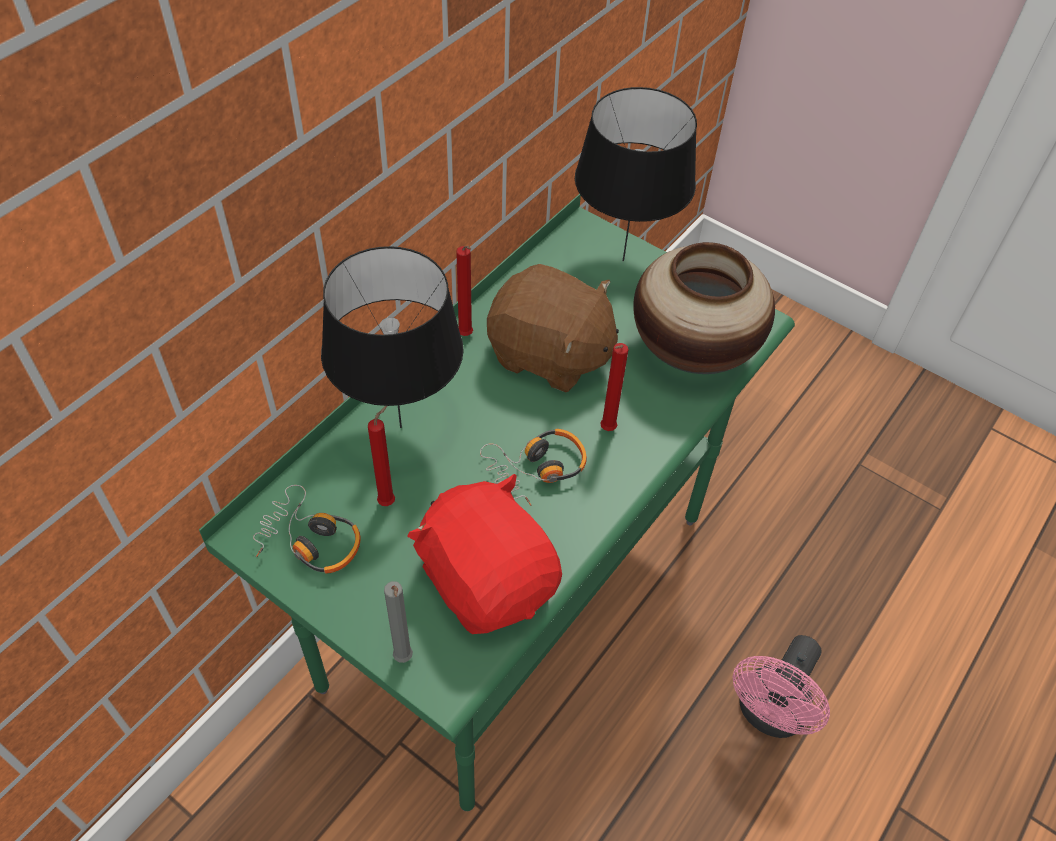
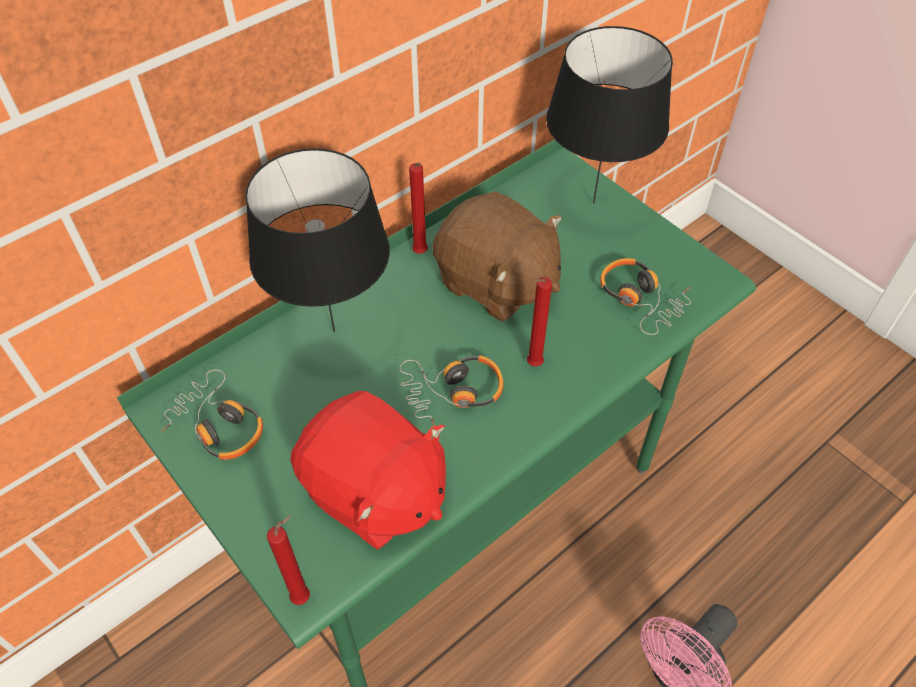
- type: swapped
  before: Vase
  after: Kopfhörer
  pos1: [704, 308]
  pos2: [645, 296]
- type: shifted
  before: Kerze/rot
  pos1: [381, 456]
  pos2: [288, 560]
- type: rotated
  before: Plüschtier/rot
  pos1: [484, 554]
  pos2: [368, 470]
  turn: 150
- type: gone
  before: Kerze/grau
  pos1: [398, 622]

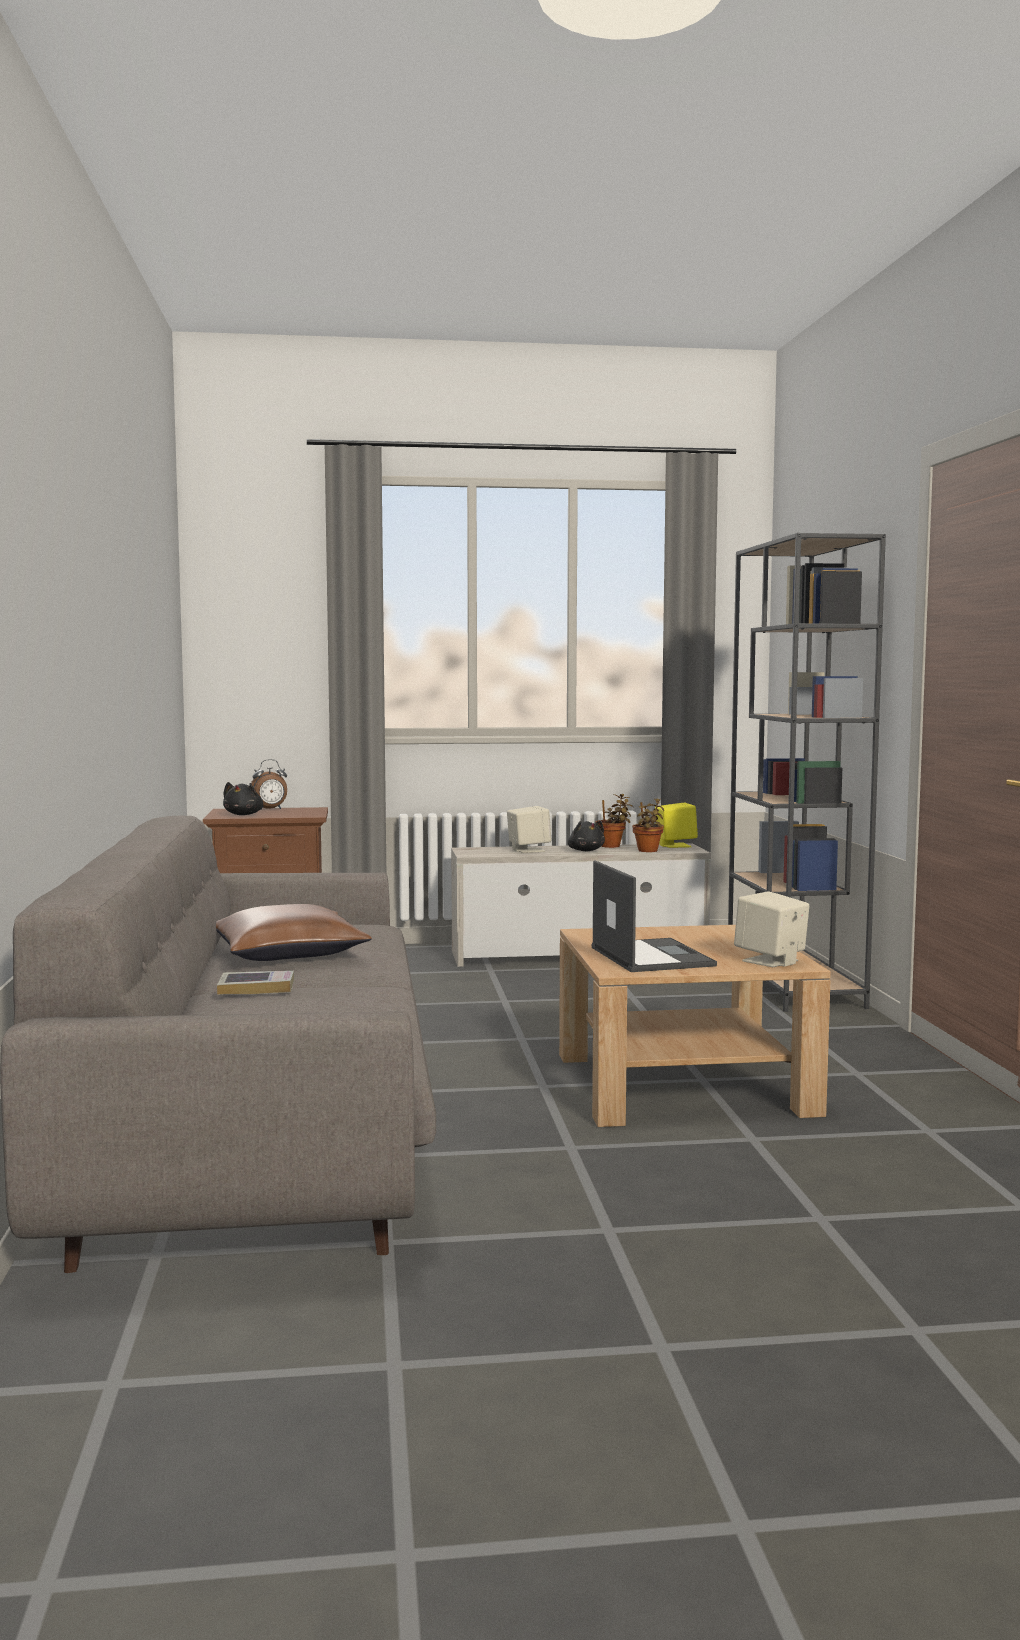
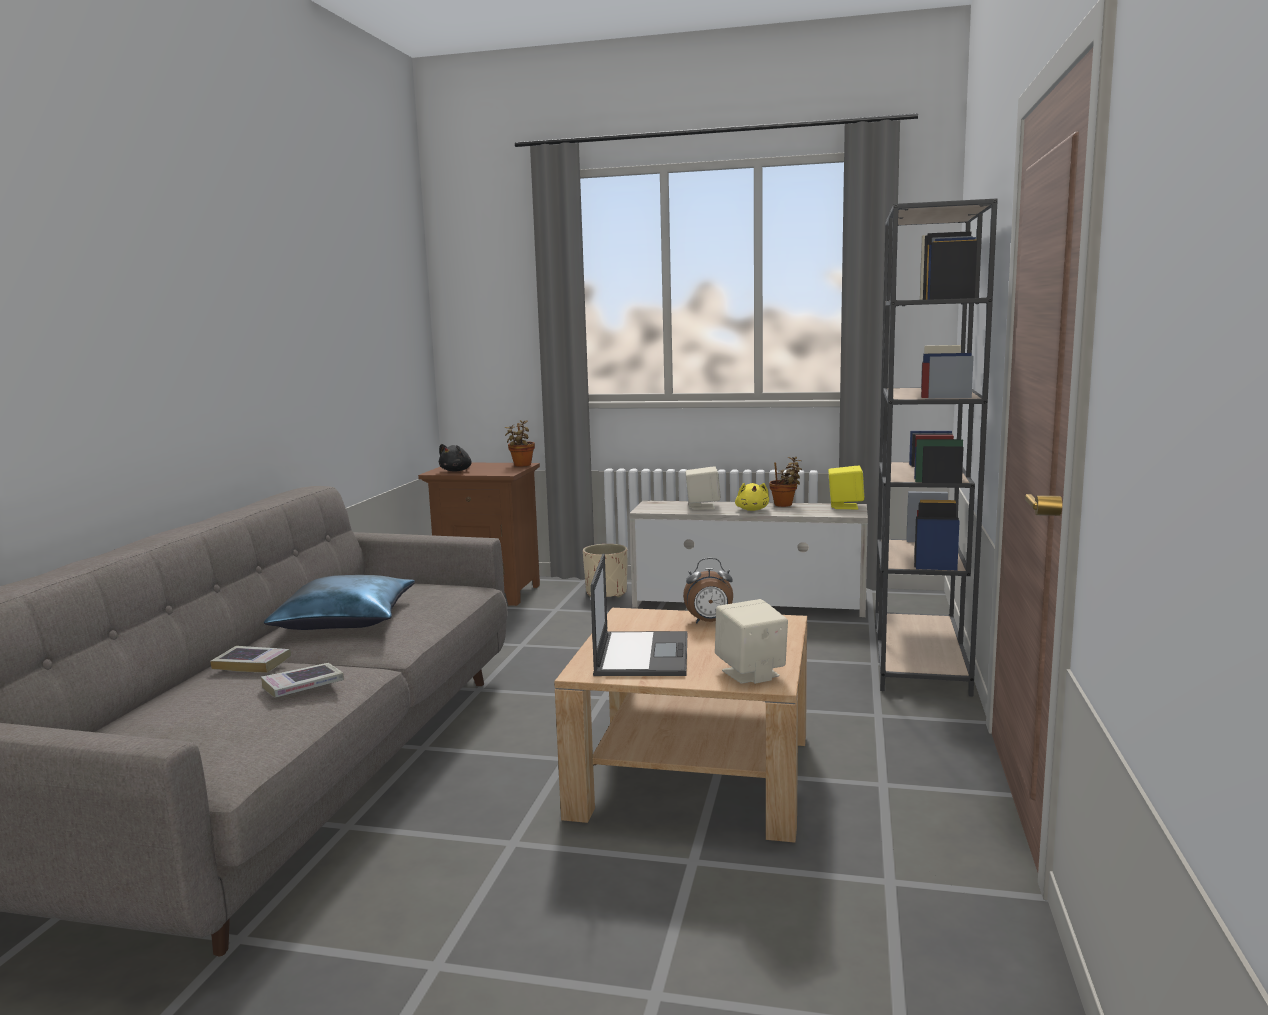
- type: shifted
  before: Wecker
  pos1: [269, 784]
  pos2: [708, 591]
- type: shifted
  before: Topfpflanze
  pos1: [648, 825]
  pos2: [520, 443]
- type: repainted
  before: Plüschtier/schwarz
  after: Plüschtier/gelb
  pos1: [586, 835]
  pos2: [752, 497]
- type: repainted
  before: Kissen/braun
  after: Kissen/blau
  pos1: [294, 932]
  pos2: [339, 602]
- type: new
  after: Pflanzkübel/beige
  pos2: [605, 571]
- type: new
  after: Buch
  pos2: [302, 680]

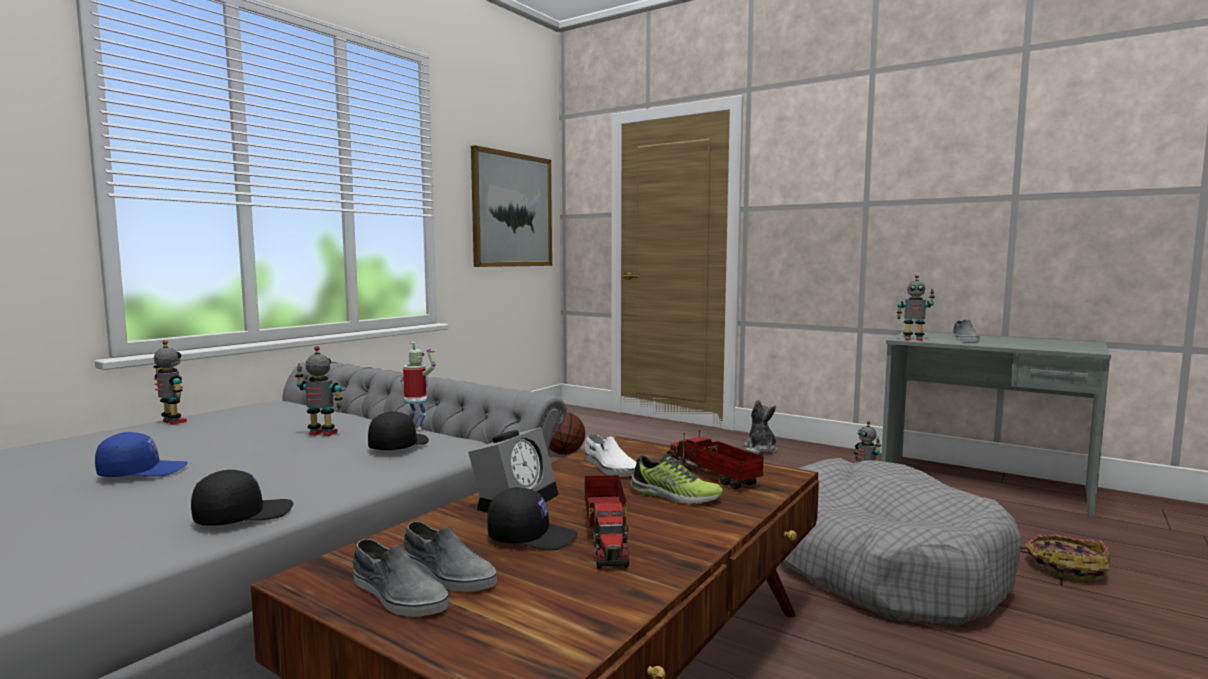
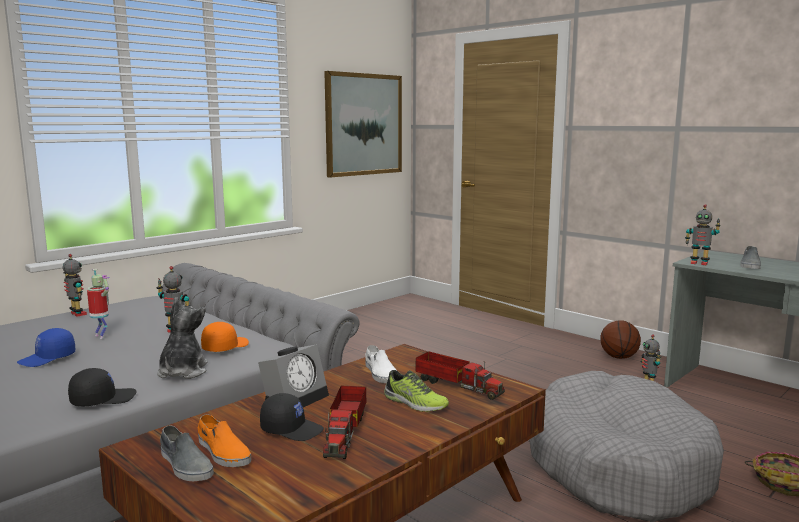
- type: shifted
  before: Spielzeugroboter
  pos1: [418, 386]
  pos2: [98, 304]
- type: shifted
  before: Plüschtier
  pos1: [761, 426]
  pos2: [182, 338]
- type: repainted
  before: Kappe/schwarz
  after: Kappe/orange
  pos1: [398, 430]
  pos2: [225, 337]
- type: shifted
  before: Basketball
  pos1: [567, 433]
  pos2: [620, 339]
- type: rotated
  before: Spielzeuglaster
  pos1: [715, 459]
  pos2: [460, 375]
  turn: 150
- type: rotated
  before: Kappe/blau
  pos1: [141, 454]
  pos2: [46, 347]
  turn: 150
- type: repainted
  before: Schuh/grau
  after: Schuh/orange
  pos1: [450, 556]
  pos2: [224, 440]

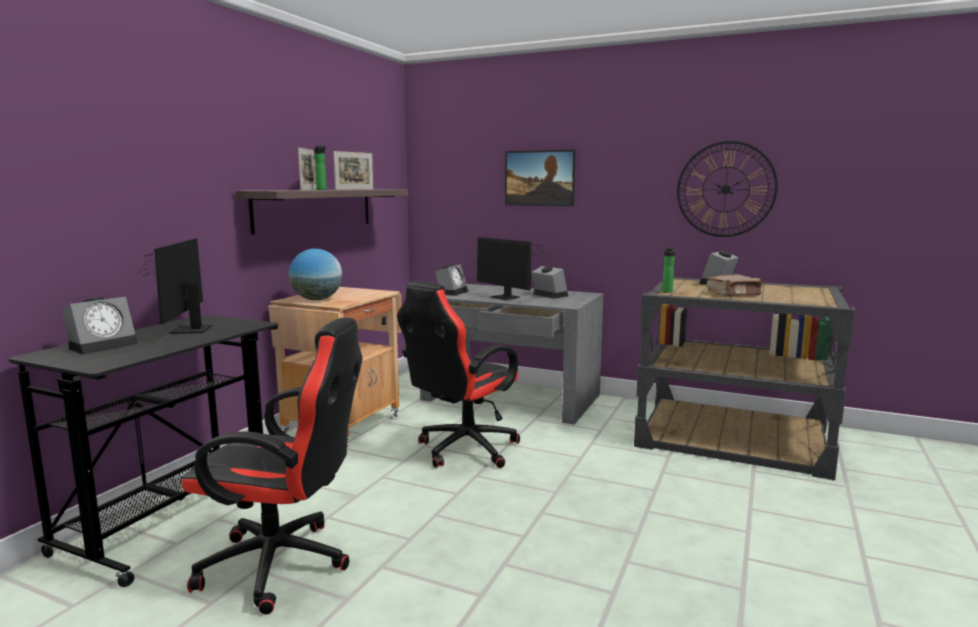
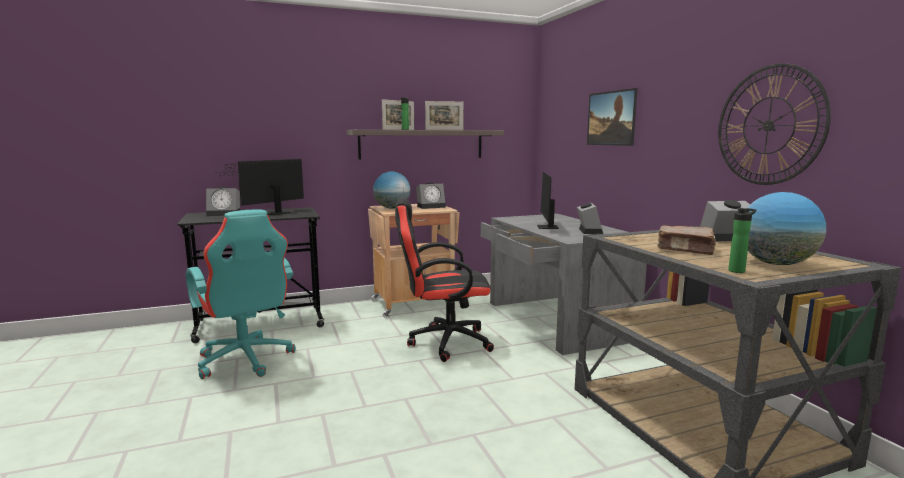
- type: shifted
  before: Flasche
  pos1: [668, 270]
  pos2: [742, 240]
- type: shifted
  before: Wecker
  pos1: [451, 280]
  pos2: [431, 196]
- type: repainted
  before: Bürostuhl/schwarz
  after: Bürostuhl/türkis
  pos1: [272, 466]
  pos2: [241, 294]
- type: new
  after: Globus
  pos2: [786, 228]

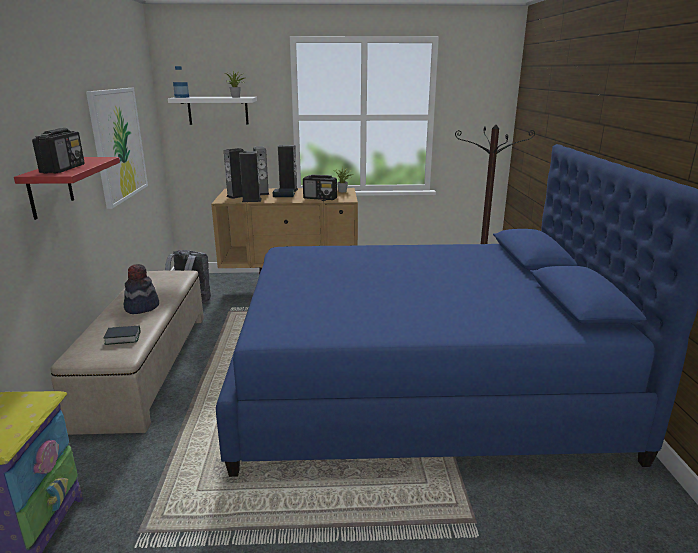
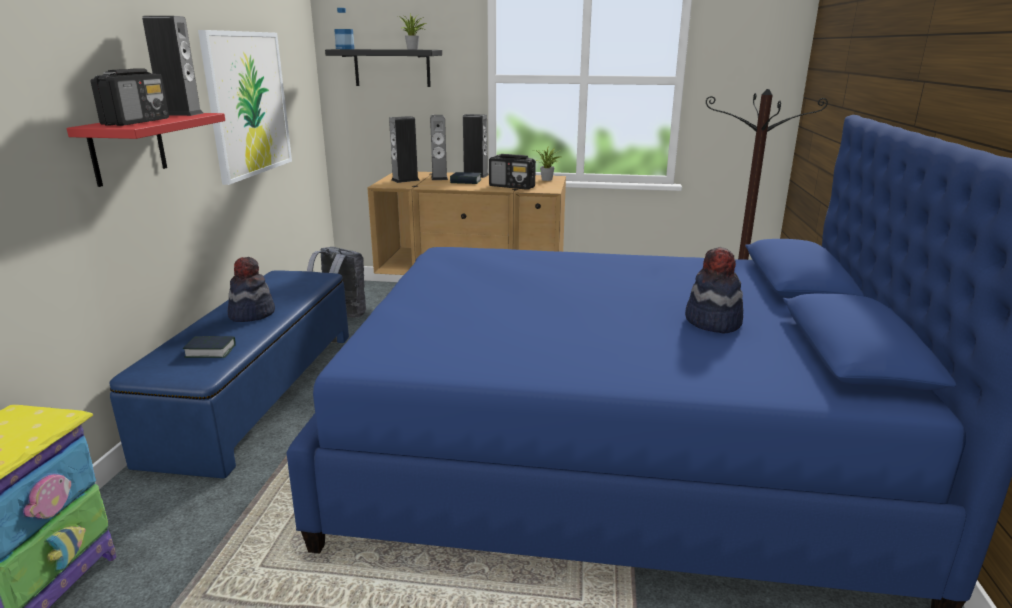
- type: repainted
  before: Wandregal/weiß
  after: Wandregal/schwarz
  pos1: [212, 111]
  pos2: [383, 68]
- type: shifted
  before: Lautsprecher
  pos1: [250, 176]
  pos2: [172, 66]
- type: repainted
  before: Bank/beige
  after: Bank/blau
  pos1: [127, 352]
  pos2: [229, 374]
- type: new
  after: Hut
  pos2: [714, 290]

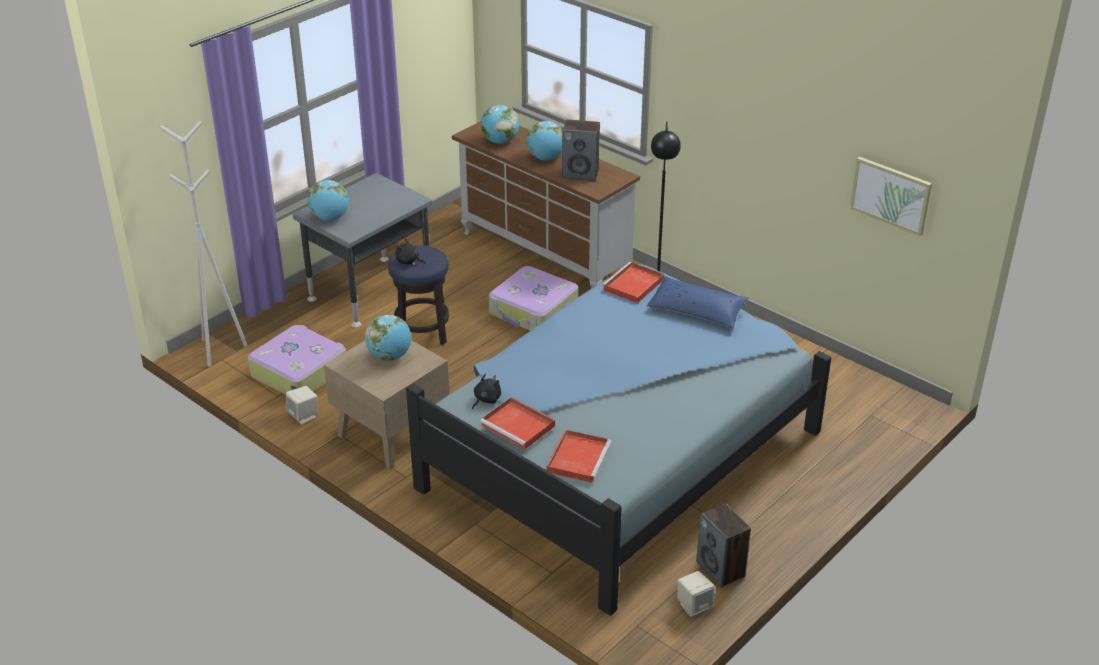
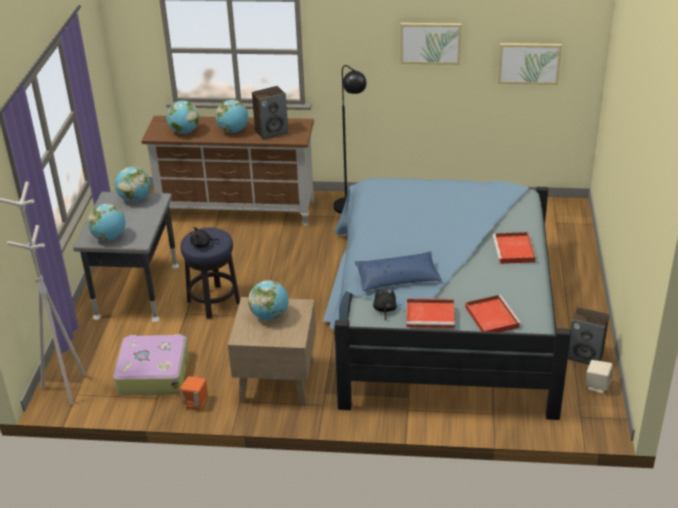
- type: shifted
  before: Tablett/rot
  pos1: [633, 282]
  pos2: [514, 248]
- type: gone
  before: Koffer
  pos1: [533, 298]
- type: shifted
  before: Kissen/blau
  pos1: [698, 302]
  pos2: [397, 271]
- type: repainted
  before: Lautsprecher/beige
  after: Lautsprecher/orange
  pos1: [302, 405]
  pos2: [194, 392]
- type: new
  after: Bild
  pos2: [431, 44]
- type: new
  after: Globus
  pos2: [133, 184]

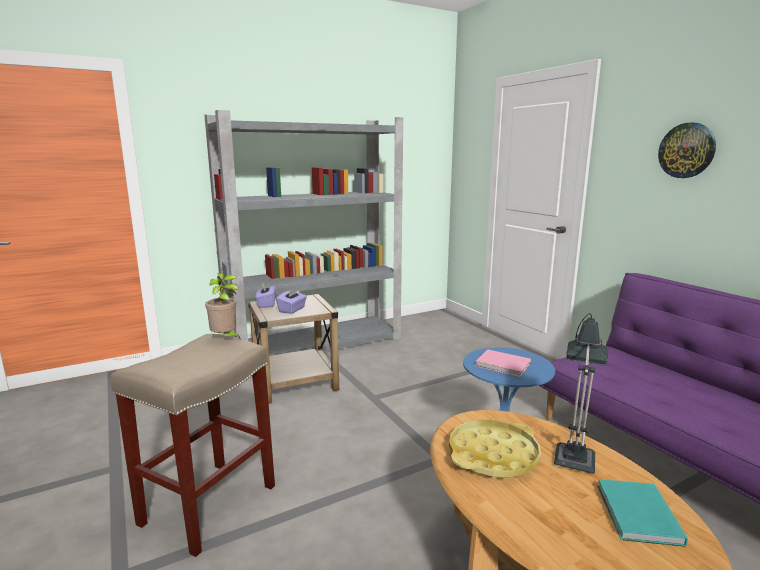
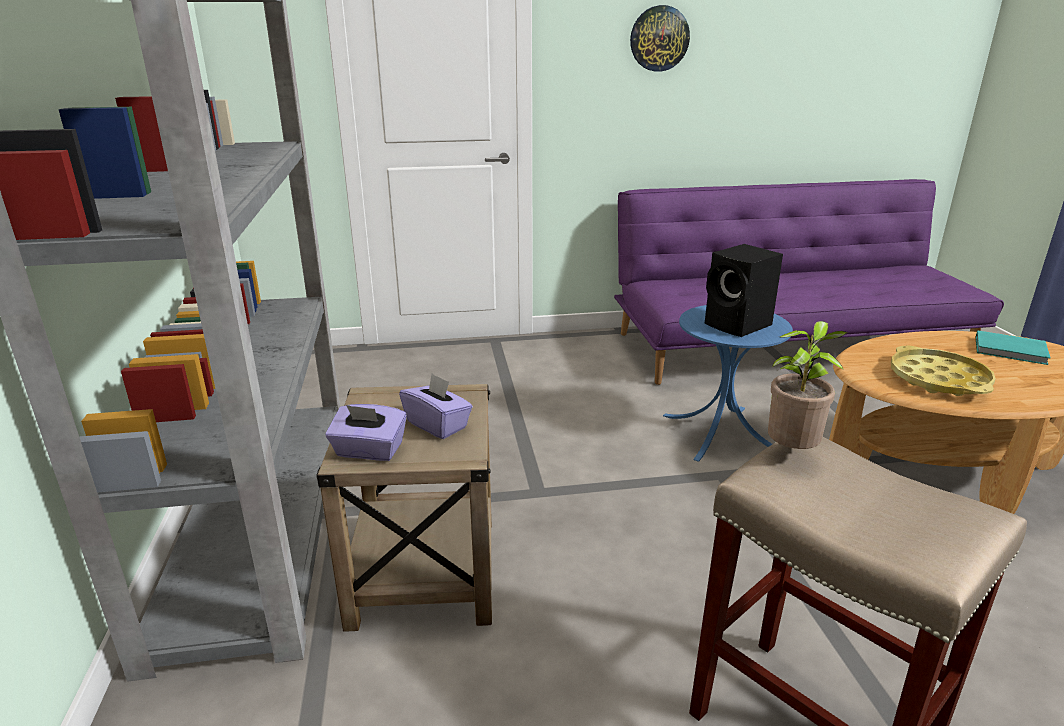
- type: gone
  before: Tischlampe
  pos1: [581, 394]
- type: swapped
  before: Buch/rosa
  after: Lautsprecher/schwarz
  pos1: [503, 363]
  pos2: [744, 290]

